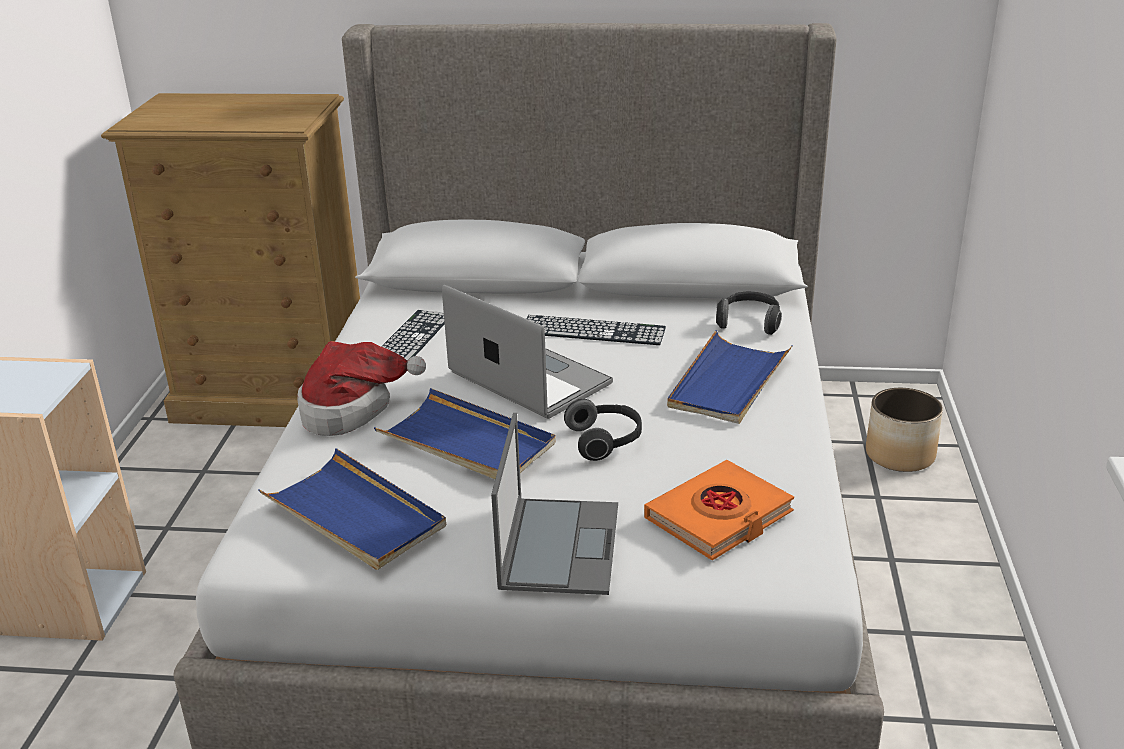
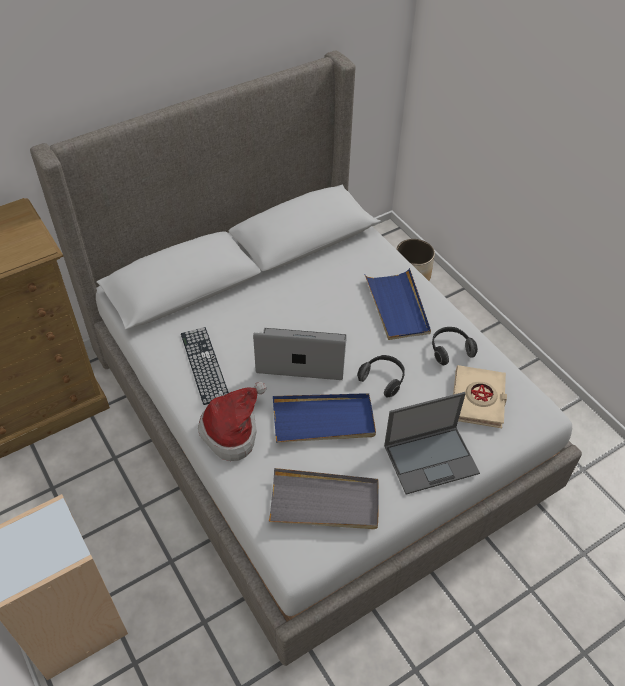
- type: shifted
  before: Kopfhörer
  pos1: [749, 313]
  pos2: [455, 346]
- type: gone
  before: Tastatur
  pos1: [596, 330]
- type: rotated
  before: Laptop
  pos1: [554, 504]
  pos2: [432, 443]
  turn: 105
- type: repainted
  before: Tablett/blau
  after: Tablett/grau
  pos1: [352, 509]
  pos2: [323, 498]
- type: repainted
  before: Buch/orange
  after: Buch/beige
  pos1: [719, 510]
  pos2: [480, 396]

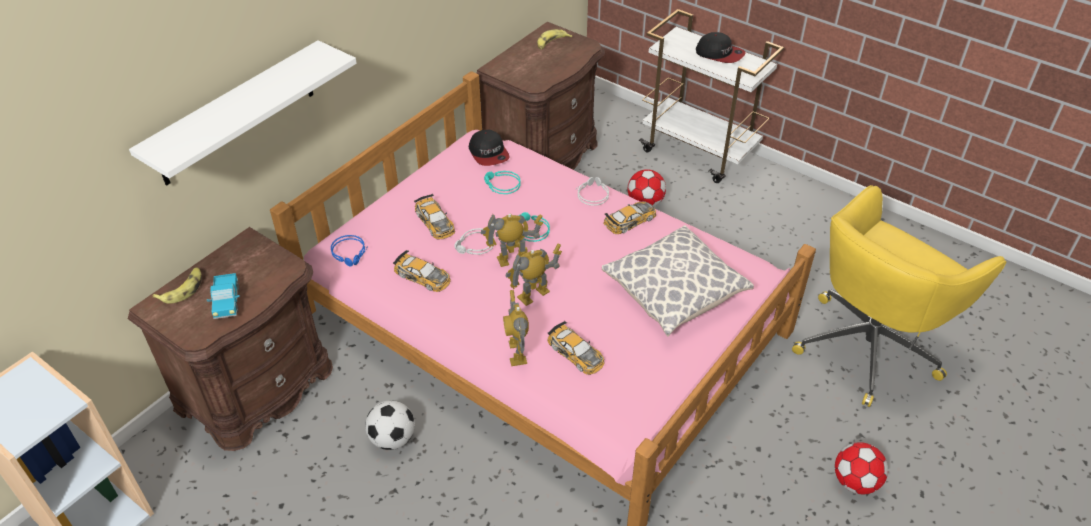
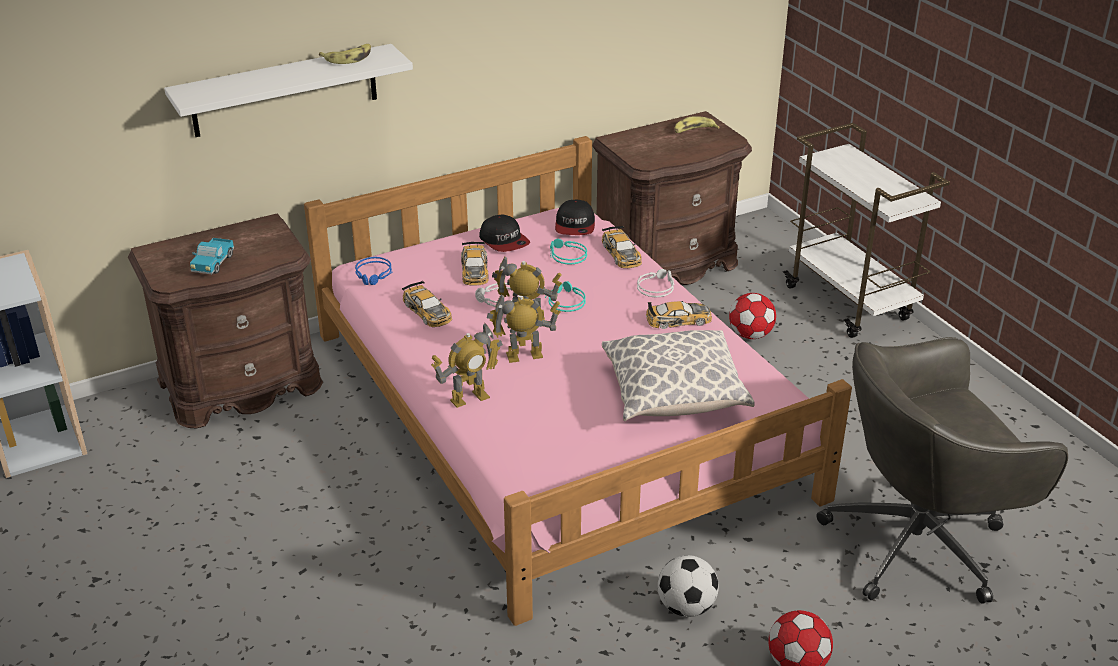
- type: shifted
  before: Kappe
  pos1: [721, 47]
  pos2: [504, 233]
- type: repainted
  before: Bürostuhl/gelb
  after: Bürostuhl/grau
  pos1: [899, 296]
  pos2: [942, 470]
- type: shifted
  before: Banane
  pos1: [177, 286]
  pos2: [345, 54]
- type: rotated
  before: Spielzeugroboter
  pos1: [516, 328]
  pos2: [467, 365]
  turn: -135
- type: shifted
  before: Spielzeugauto
  pos1: [576, 348]
  pos2: [622, 247]
- type: shifted
  before: Fußball
  pos1: [390, 425]
  pos2: [688, 586]

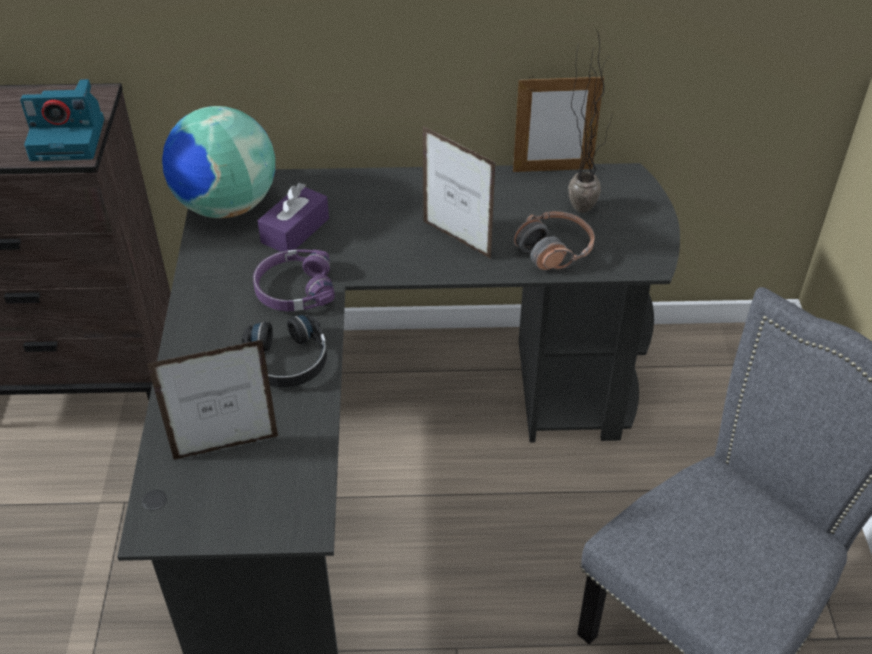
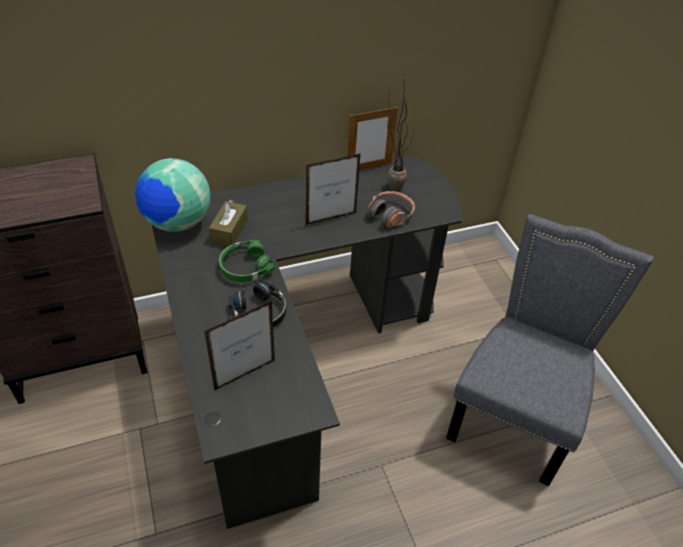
- type: gone
  before: Kamera
  pos1: [62, 120]
- type: rotated
  before: Bilderrahmen
  pos1: [459, 192]
  pos2: [333, 189]
  turn: -45
- type: repainted
  before: Taschentuchbox/lila
  after: Taschentuchbox/braun
  pos1: [293, 217]
  pos2: [228, 223]
- type: repainted
  before: Kopfhörer/lila
  after: Kopfhörer/grün
  pos1: [294, 280]
  pos2: [247, 261]

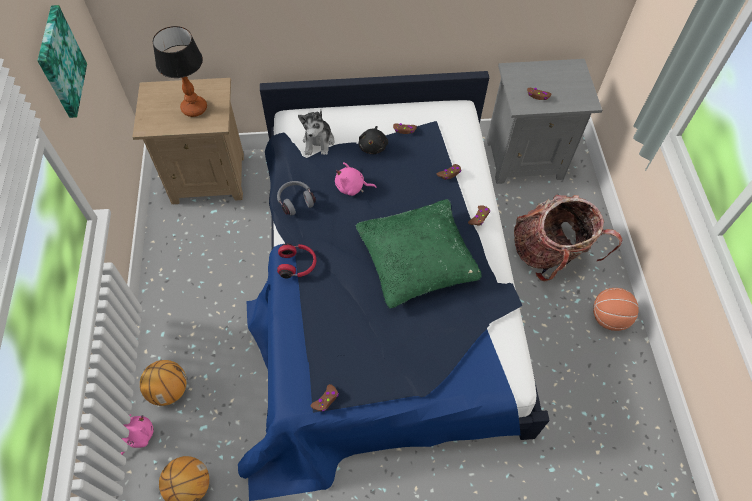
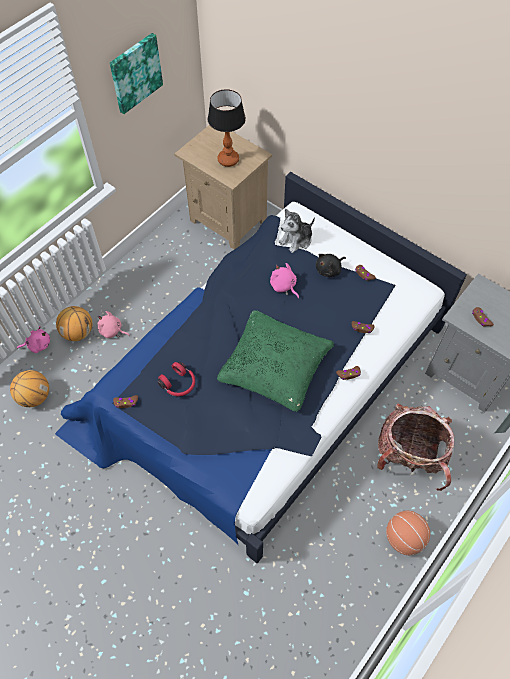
- type: gone
  before: Kopfhörer/grau
  pos1: [296, 198]
- type: shifted
  before: Kopfhörer/rot
  pos1: [296, 260]
  pos2: [176, 379]
- type: new
  after: Plüschtier/rosa
  pos2: [114, 324]

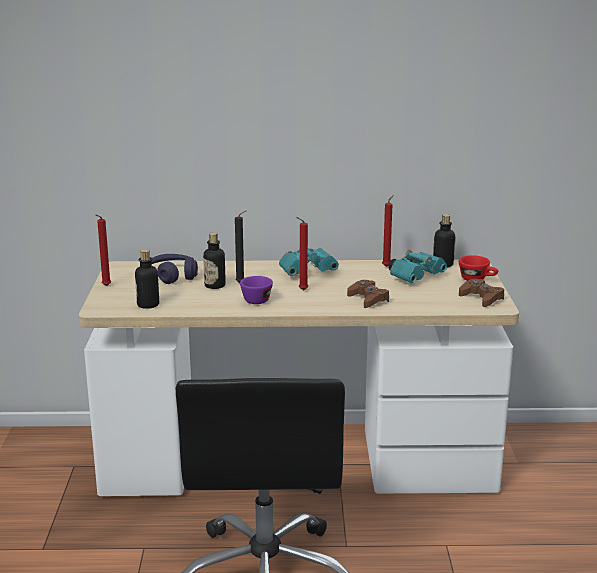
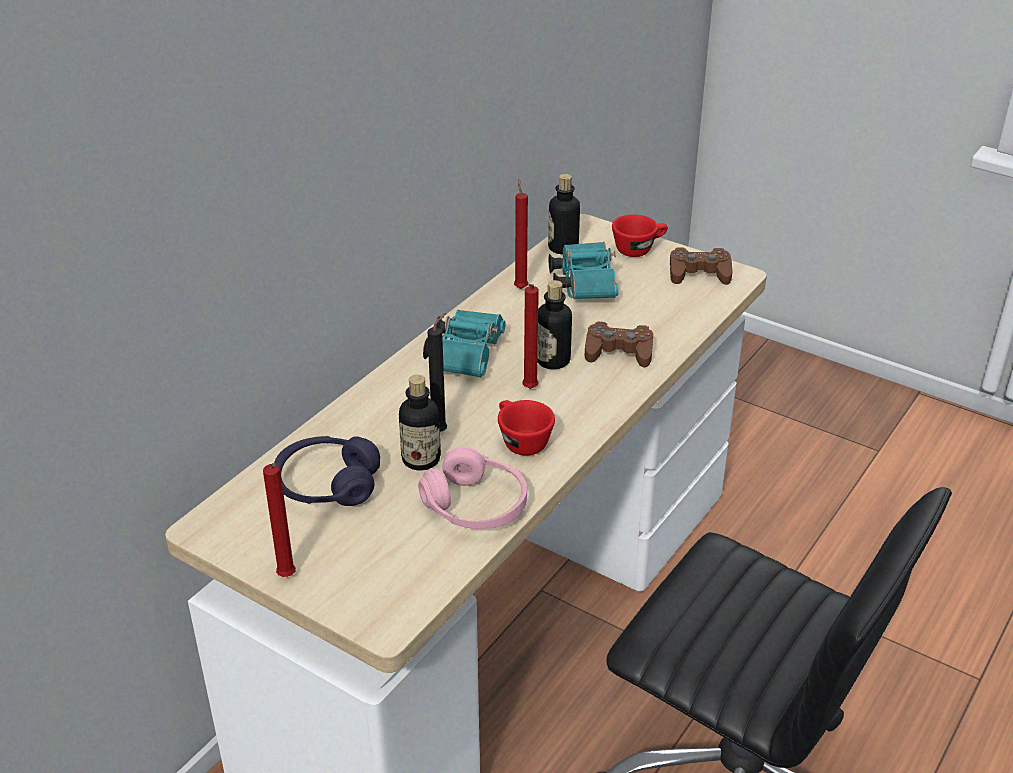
- type: shifted
  before: Flasche
  pos1: [147, 279]
  pos2: [554, 324]
- type: repainted
  before: Tasse/lila
  after: Tasse/rot
  pos1: [256, 290]
  pos2: [526, 428]
- type: new
  after: Kopfhörer/rosa
  pos2: [472, 488]

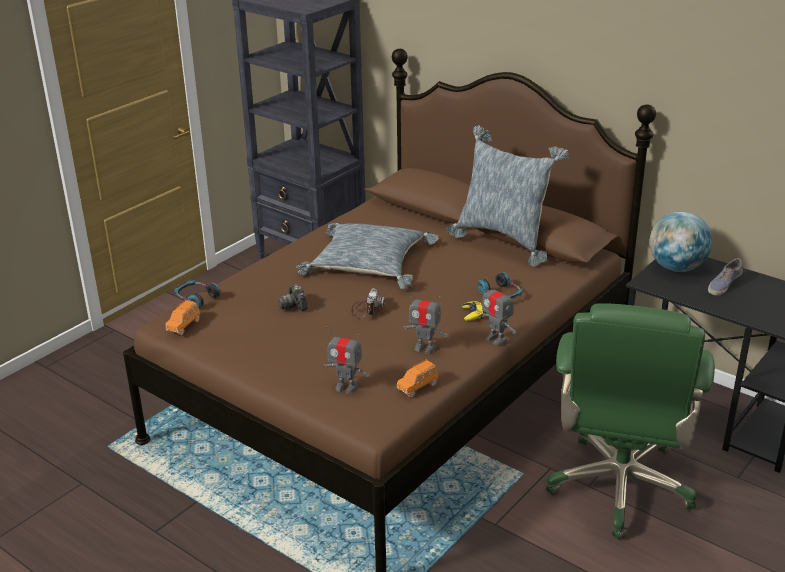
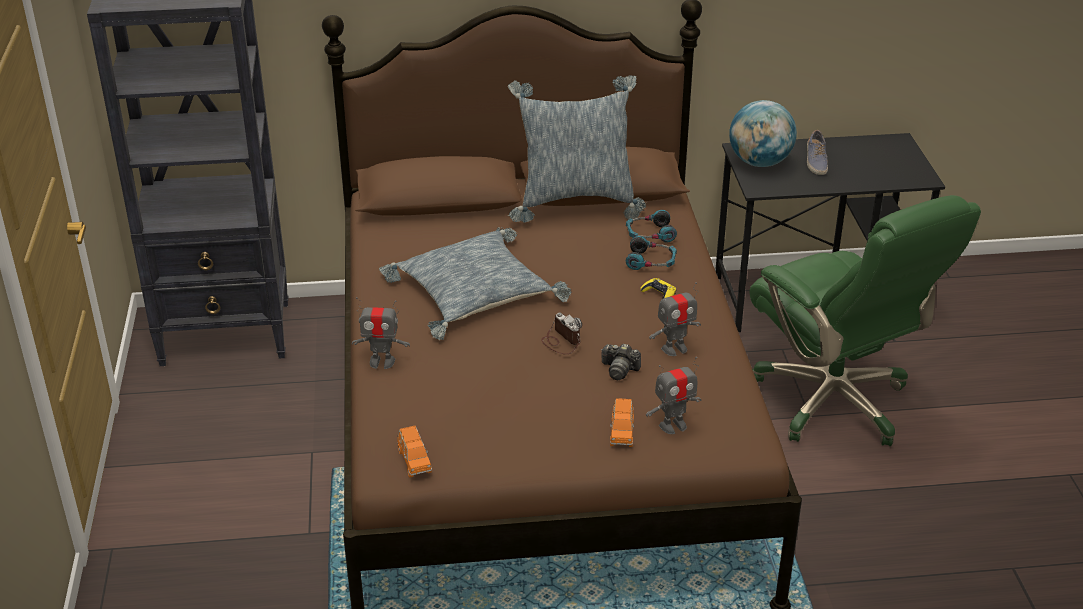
- type: shifted
  before: Spielzeugroboter
  pos1: [498, 311]
  pos2: [381, 333]
- type: shifted
  before: Kopfhörer
  pos1: [197, 294]
  pos2: [651, 226]
- type: shifted
  before: Kamera
  pos1: [293, 297]
  pos2: [621, 362]
- type: shifted
  before: Spielzeugauto/orange
  pos1: [417, 379]
  pos2: [622, 422]

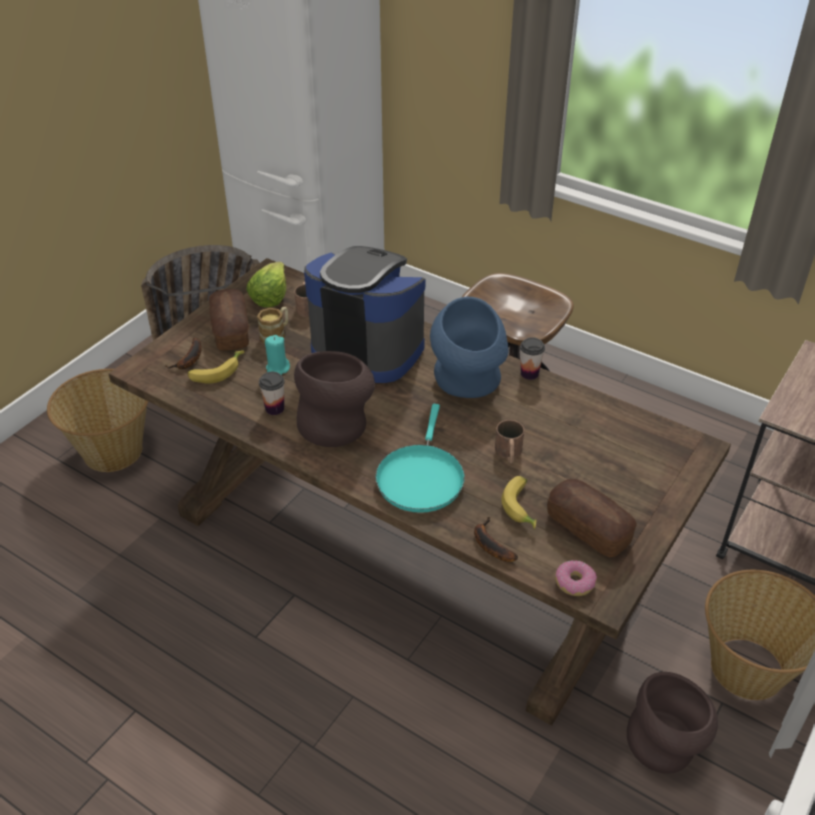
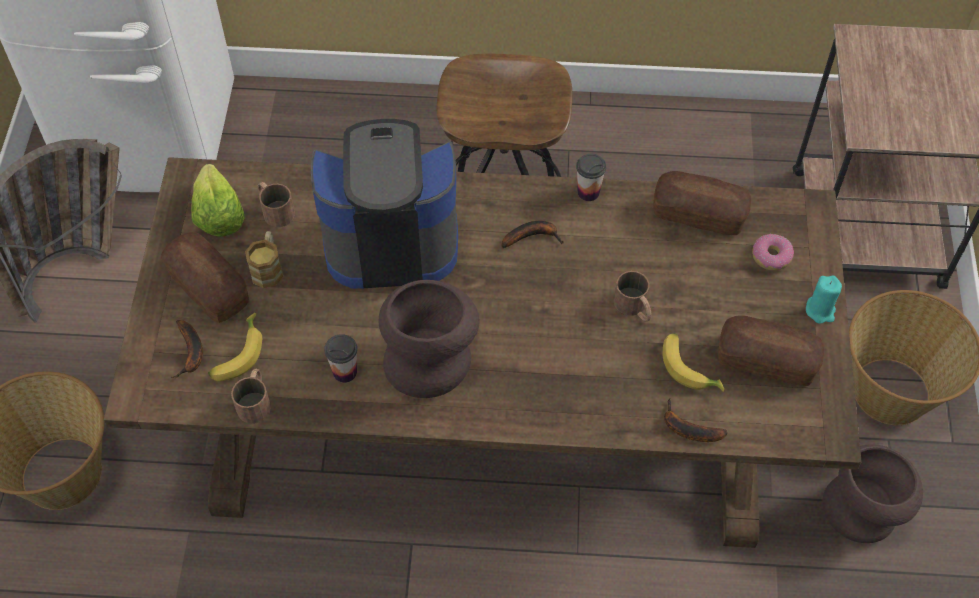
- type: swapped
  before: Vase/blau
  after: Banane
  pos1: [469, 347]
  pos2: [533, 234]
- type: shifted
  before: Kerze/türkis
  pos1: [277, 355]
  pos2: [824, 299]
- type: gone
  before: Pfanne/türkis
  pos1: [420, 458]
- type: shifted
  before: Donut
  pos1: [576, 578]
  pos2: [773, 252]
- type: new
  after: Brot
  pos2: [702, 203]
- type: new
  after: Henkelbecher/braun
  pos2: [251, 396]

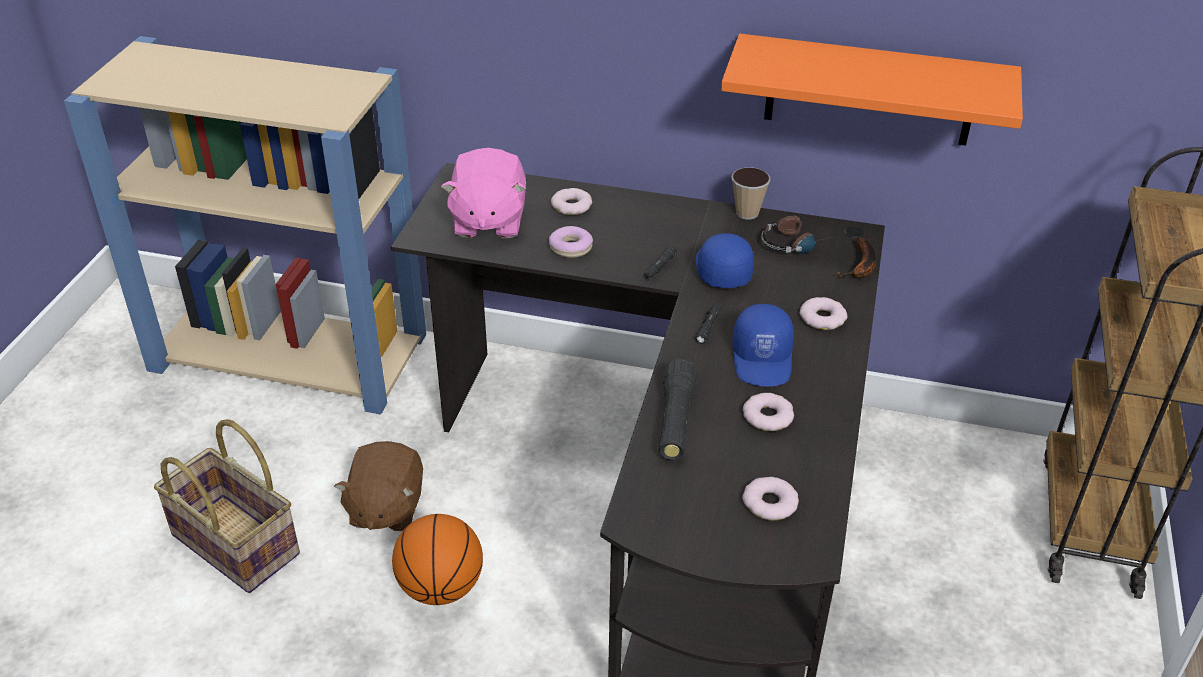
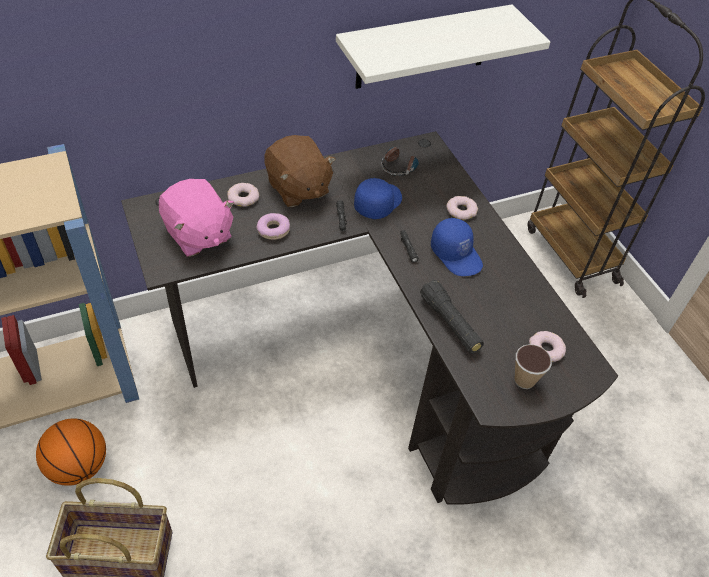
- type: repainted
  before: Wandregal/orange
  after: Wandregal/weiß
  pos1: [872, 90]
  pos2: [443, 46]
- type: shifted
  before: Tasse
  pos1: [751, 194]
  pos2: [533, 366]
- type: rotated
  before: Kappe/blau
  pos1: [724, 260]
  pos2: [378, 198]
  turn: 75
- type: gone
  before: Banane
  pos1: [856, 257]
- type: gone
  before: Donut
  pos1: [768, 412]
- type: shifted
  before: Plüschtier/braun
  pos1: [378, 486]
  pos2: [300, 171]
- type: shifted
  before: Basketball
  pos1: [437, 559]
  pos2: [71, 452]

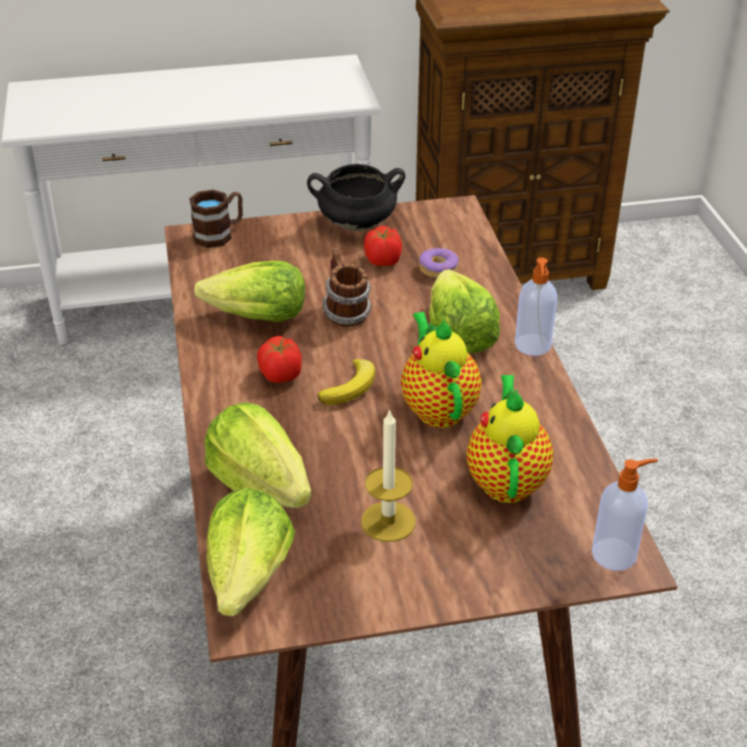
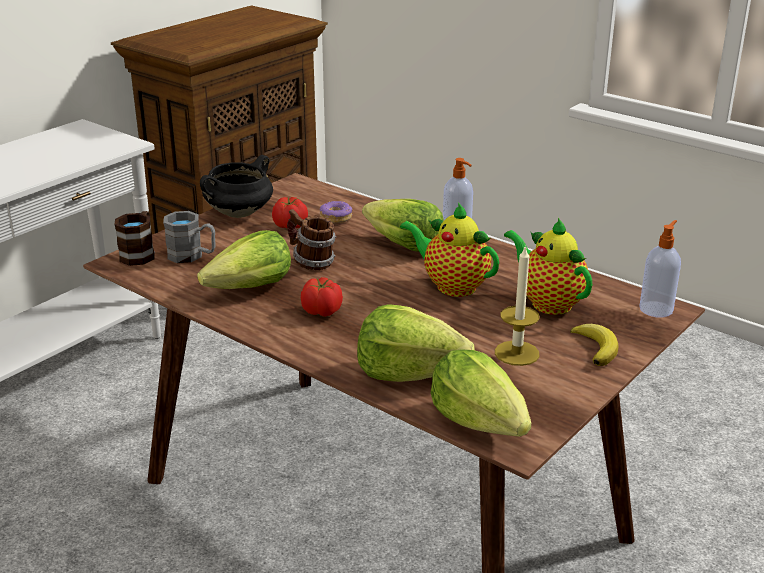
- type: shifted
  before: Banane
  pos1: [346, 382]
  pos2: [594, 345]
- type: new
  after: Henkelbecher/grau
  pos2: [189, 237]

